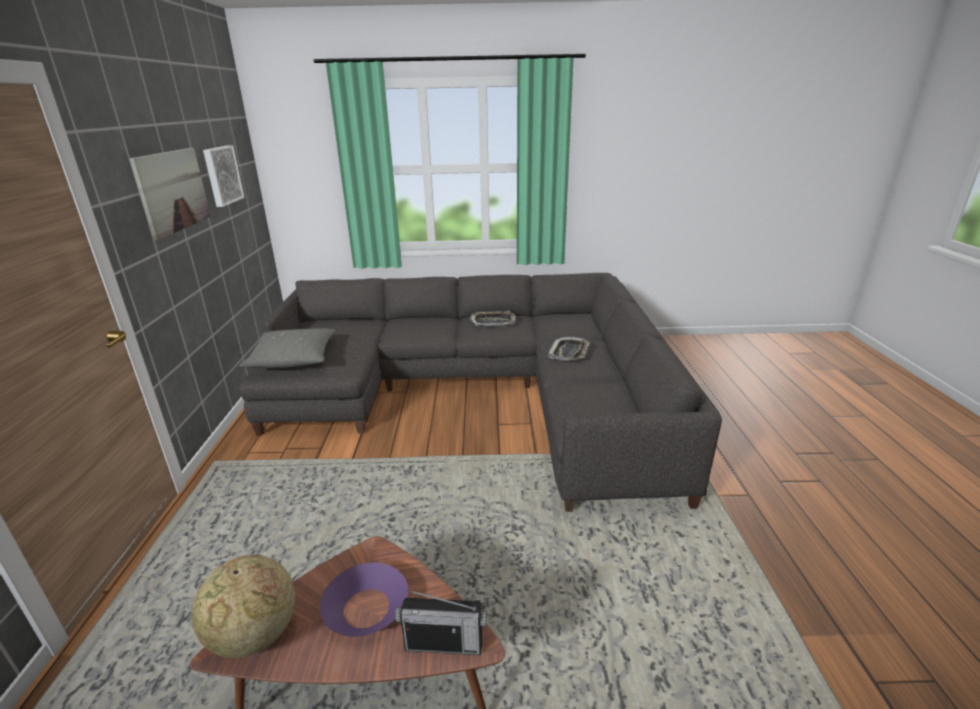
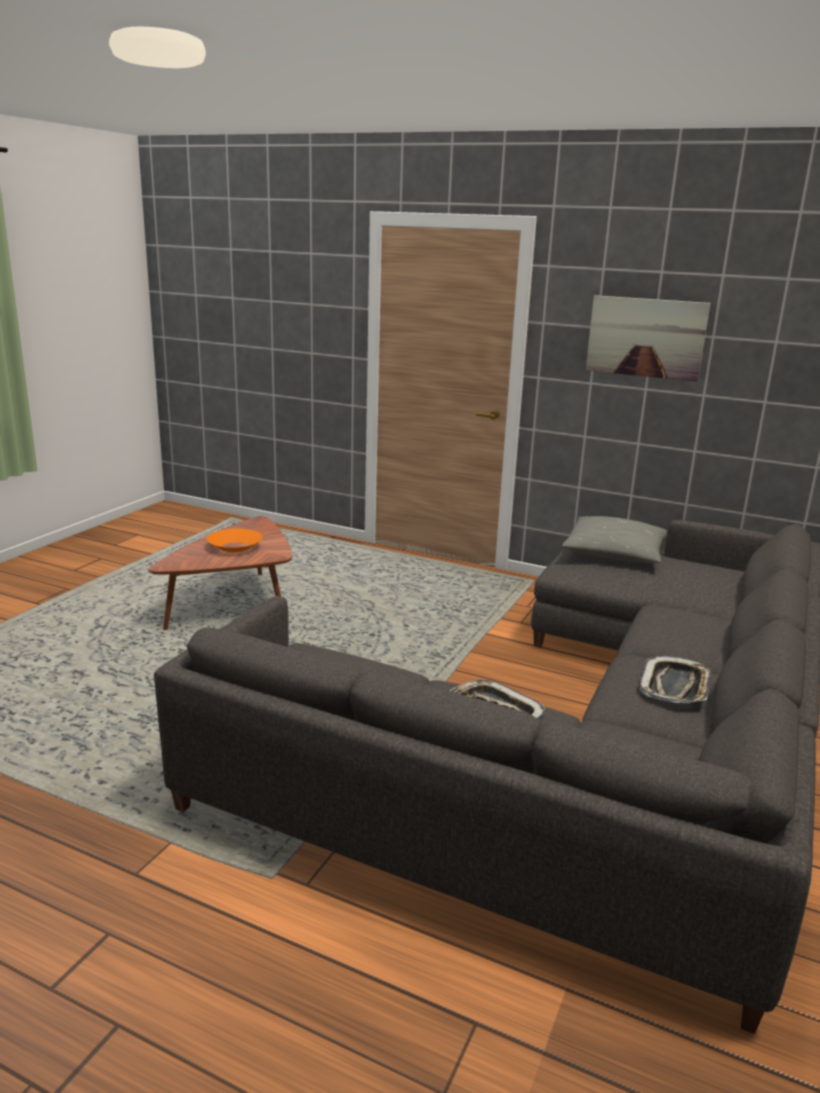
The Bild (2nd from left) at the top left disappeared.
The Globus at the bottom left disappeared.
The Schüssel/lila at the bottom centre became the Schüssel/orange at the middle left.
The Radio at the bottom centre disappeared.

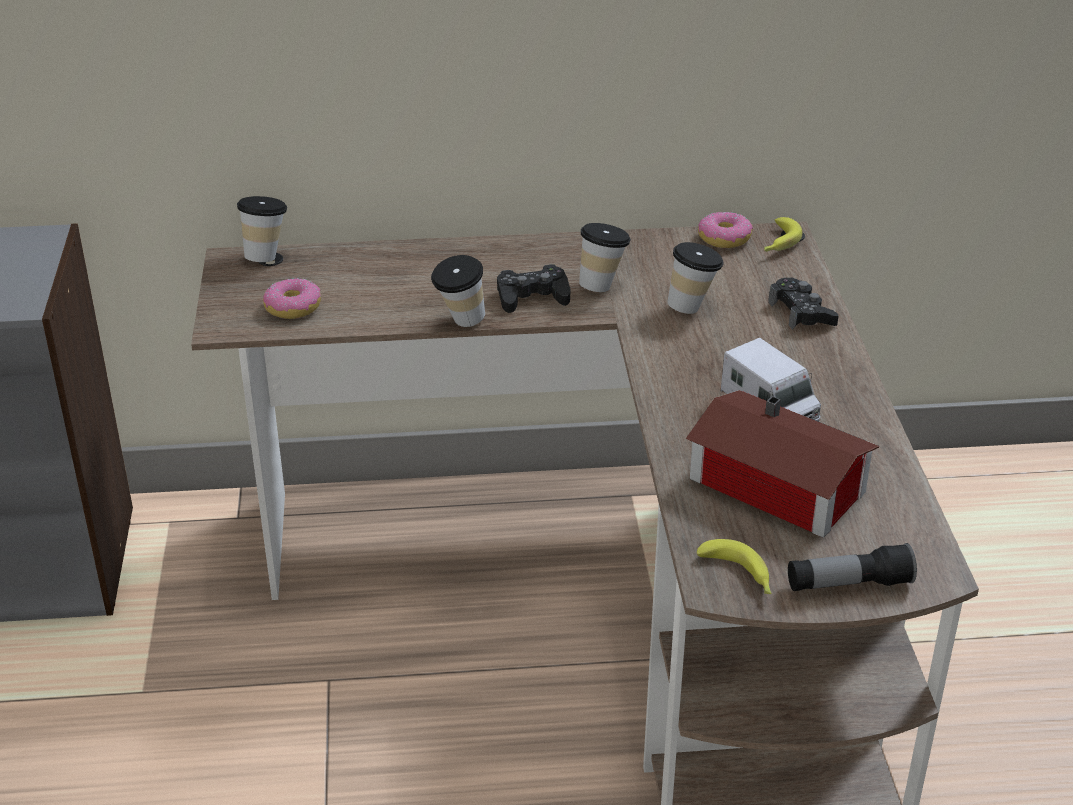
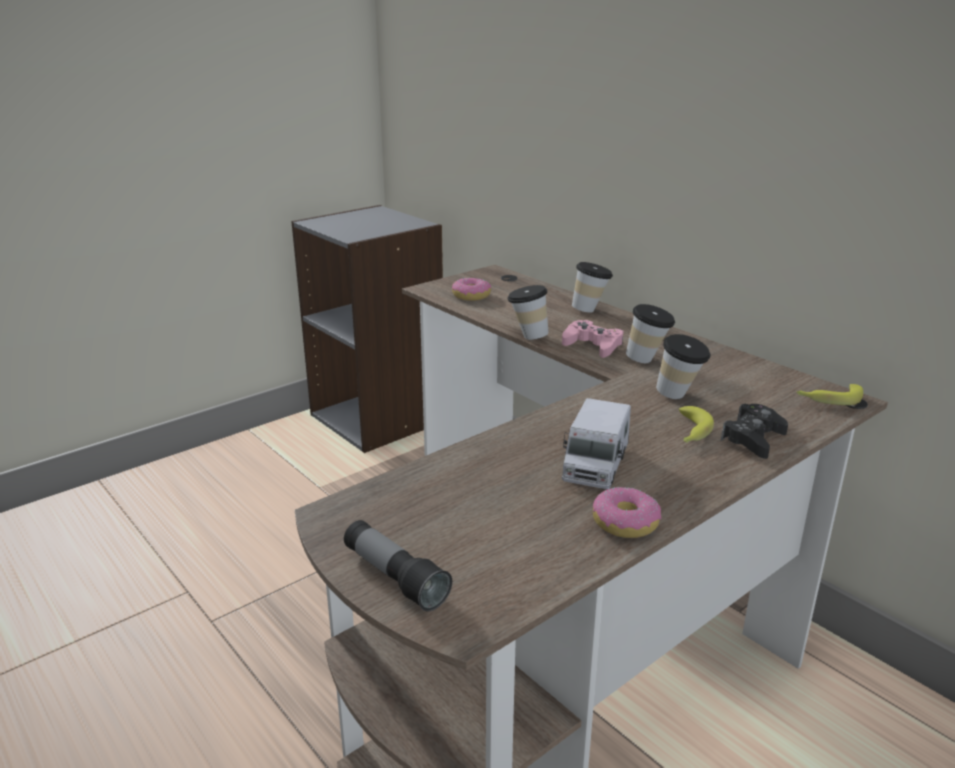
The Tasse (1st from left in the first image) moved from the top left to the centre.
The Donut (2nd from left) moved from the top right to the bottom centre.
The Gamepad/schwarz (1st from left) at the centre became the Gamepad/rosa at the centre.
The Spielzeughaus at the middle right disappeared.
The Banane (1st from left) moved from the bottom right to the middle right.

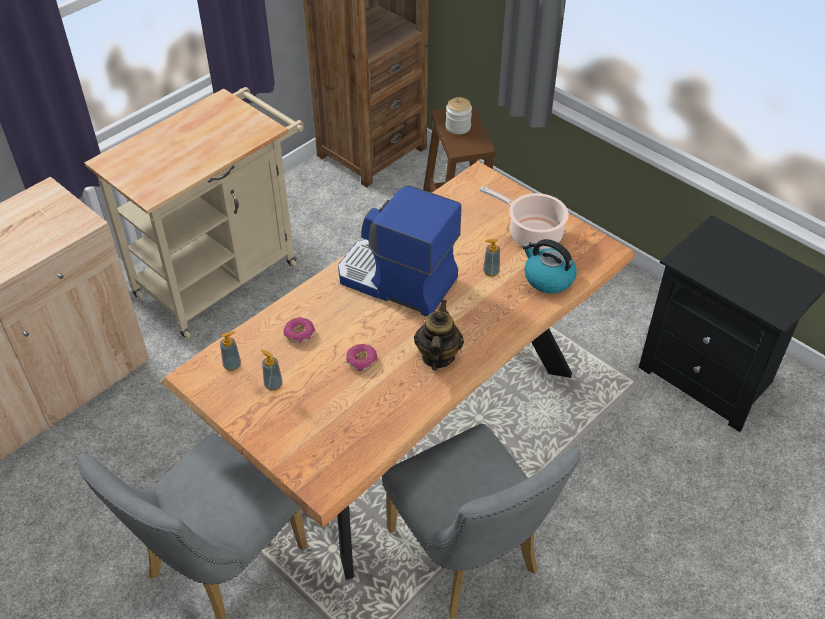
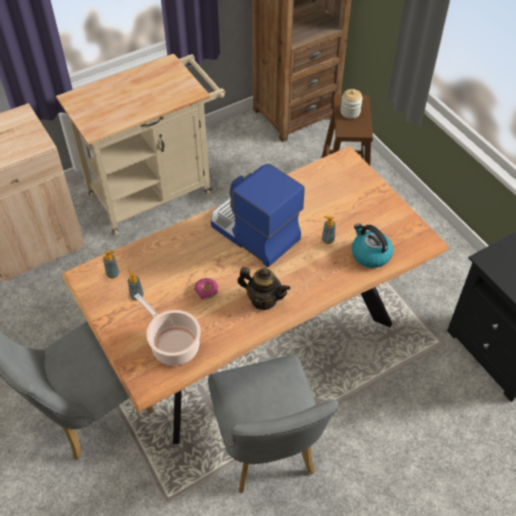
The Kochtopf moved from the centre to the middle left.
The Teekanne at the centre turned 90 degrees clockwise.
The Donut (1st from left) at the centre disappeared.

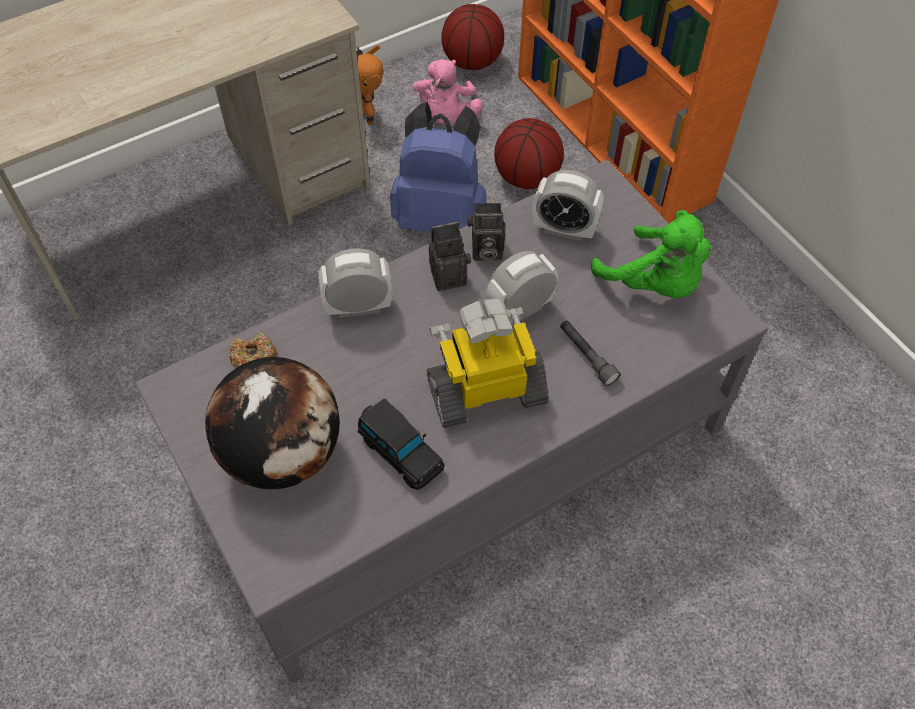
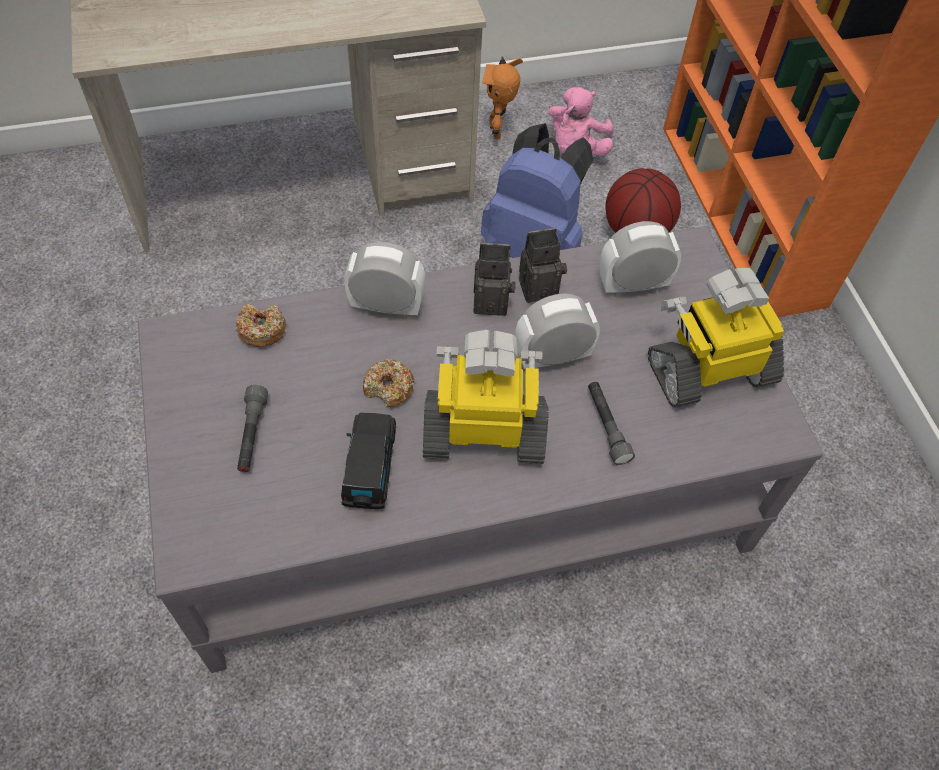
The Basketball (1st from left) at the top centre disappeared.
The Wecker (3rd from left) at the top centre turned 135 degrees clockwise.
The Kamera (2nd from left) at the top centre turned 150 degrees clockwise.
The Plüschtier/grün at the middle right was replaced by the Spielzeugroboter (3rd from left) at the middle right.
The Globus at the middle left was replaced by the Taschenlampe/grau (1st from left) at the middle left.
The Spielzeugauto/schwarz at the centre turned 150 degrees counterclockwise.
The Donut (2nd from left) at the centre appeared.

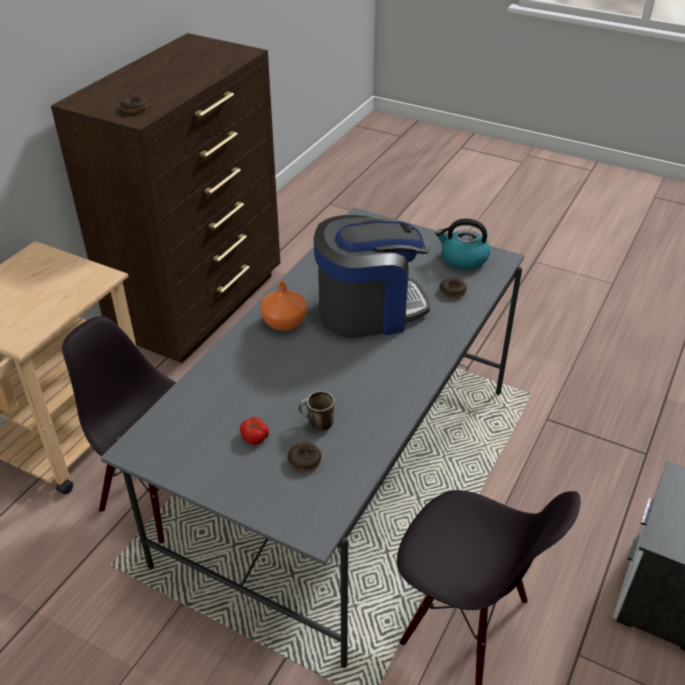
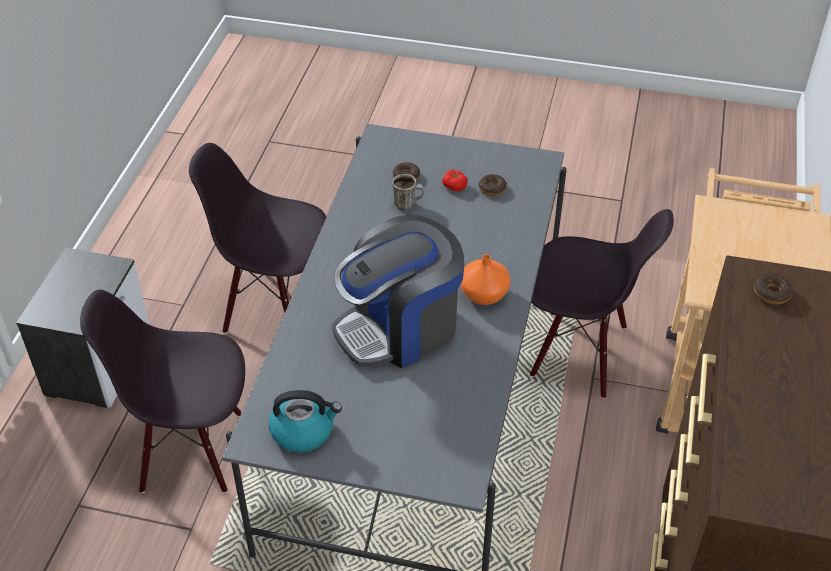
The Donut (3rd from left in the first image) moved from the centre to the top centre.
The Stuhl/schwarz (1st from left) at the bottom left appeared.

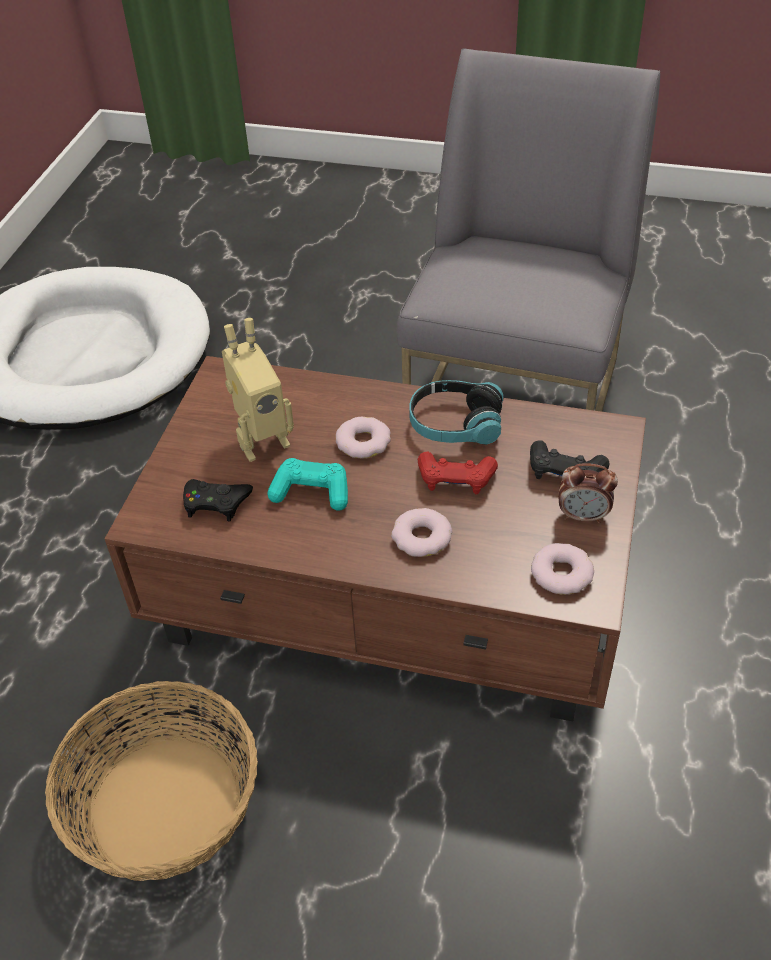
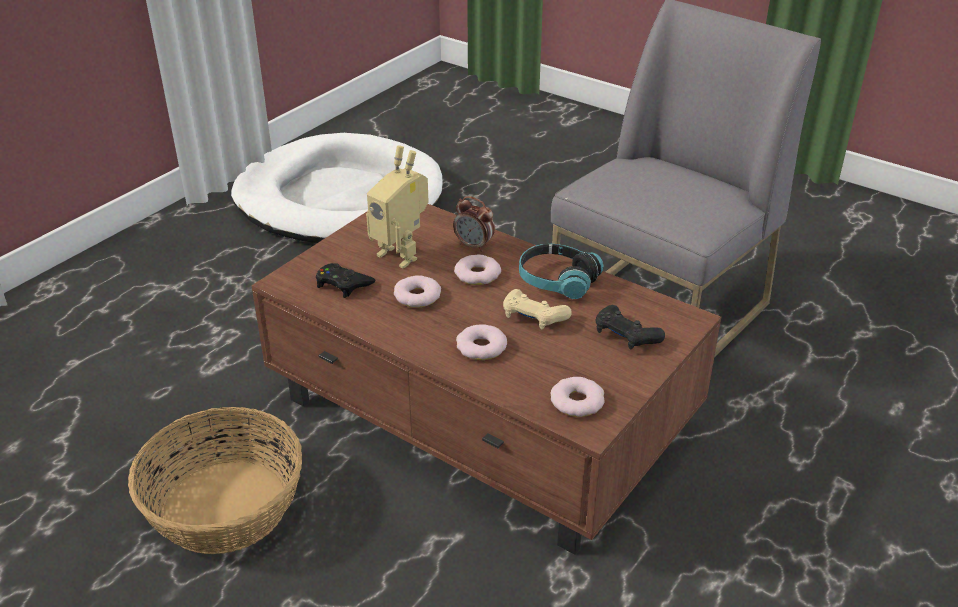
The Spielzeugroboter at the centre turned 45 degrees clockwise.
The Gamepad/rot at the centre became the Gamepad/beige at the centre.
The Gamepad/türkis at the centre was replaced by the Donut (1st from left) at the centre.
The Wecker moved from the middle right to the centre.

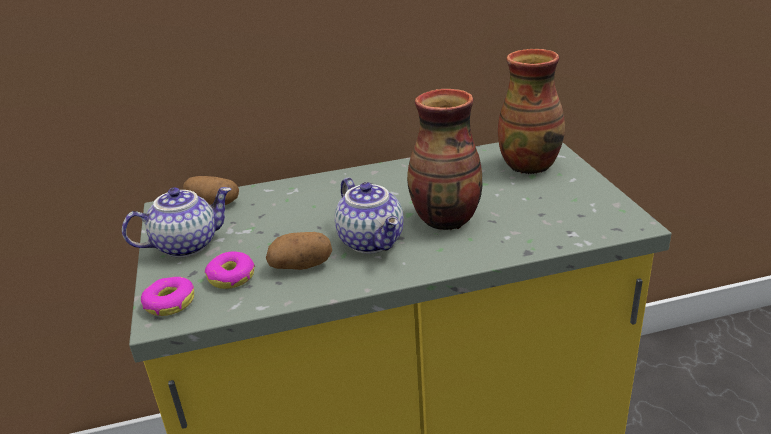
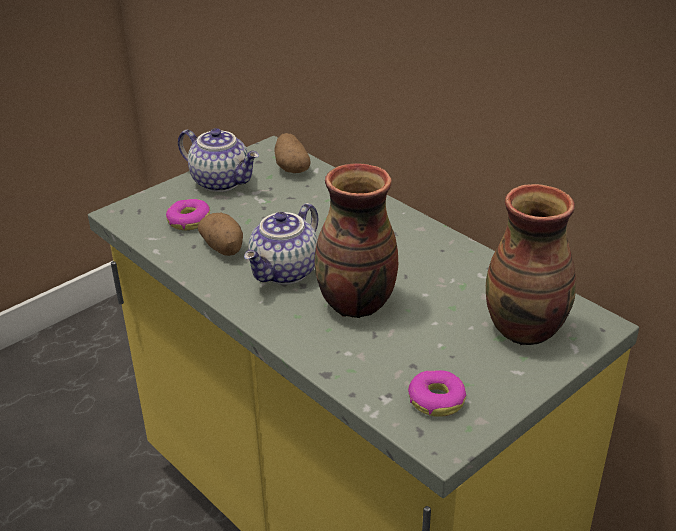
The Donut (1st from left in the first image) moved from the bottom left to the bottom centre.

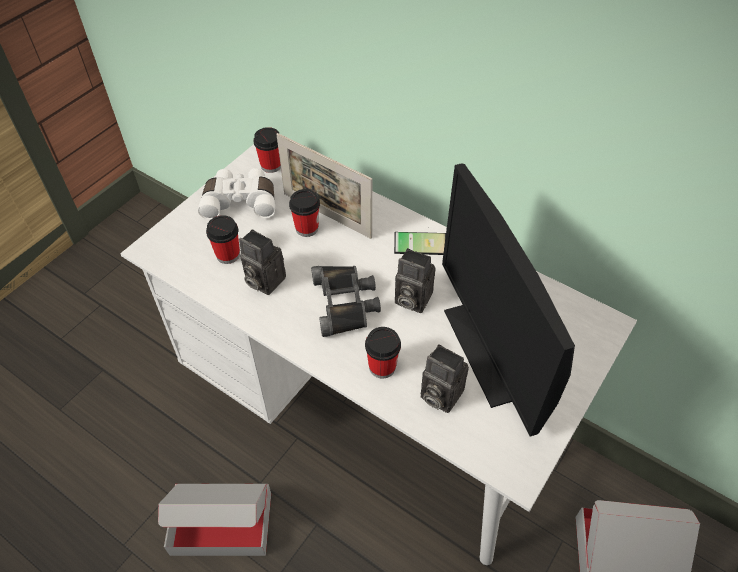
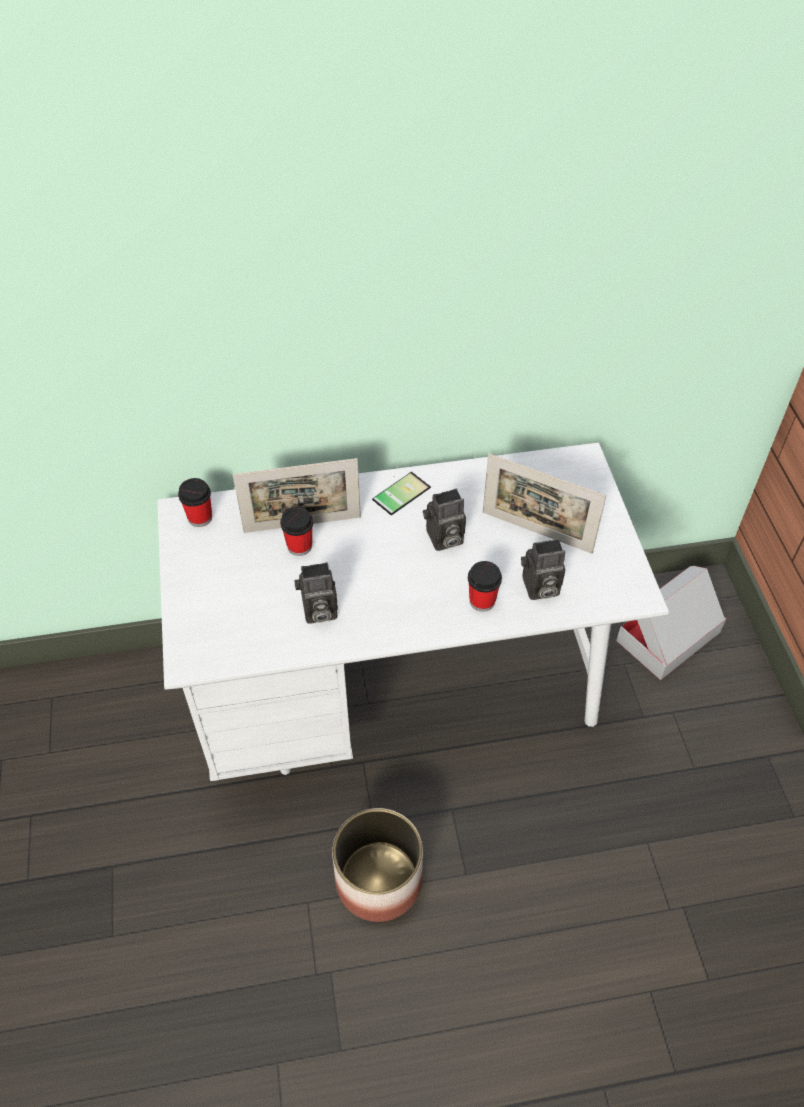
The Monitor at the middle right was replaced by the Bilderrahmen (2nd from left) at the middle right.
The Fernglas/weiß at the middle left disappeared.
The Tasse (1st from left) at the middle left disappeared.
The Fernglas/schwarz at the centre disappeared.
The Karton (1st from left) at the bottom left was replaced by the Pflanzkübel at the bottom centre.

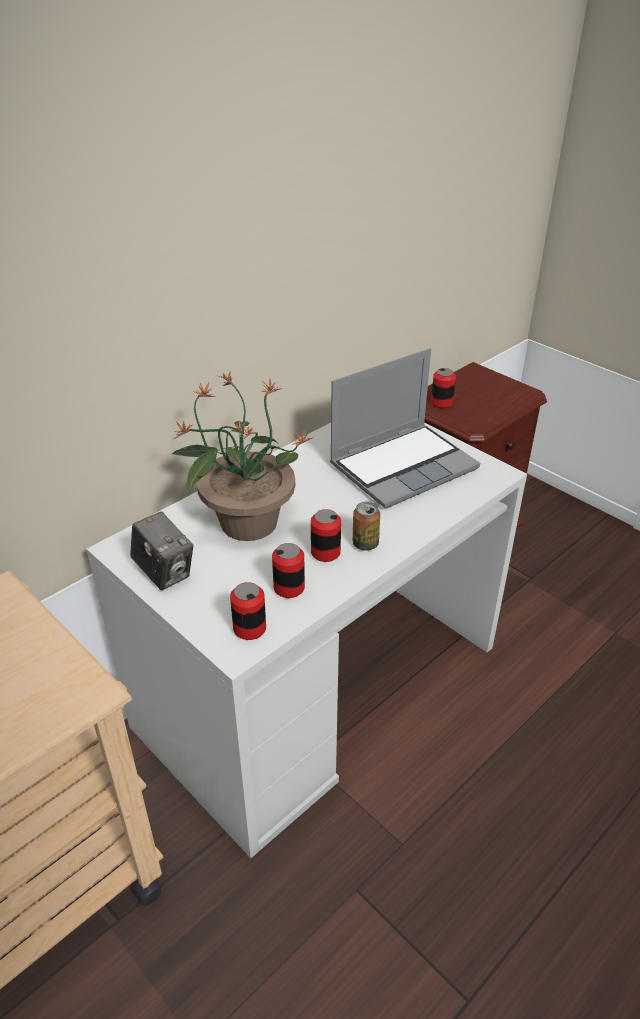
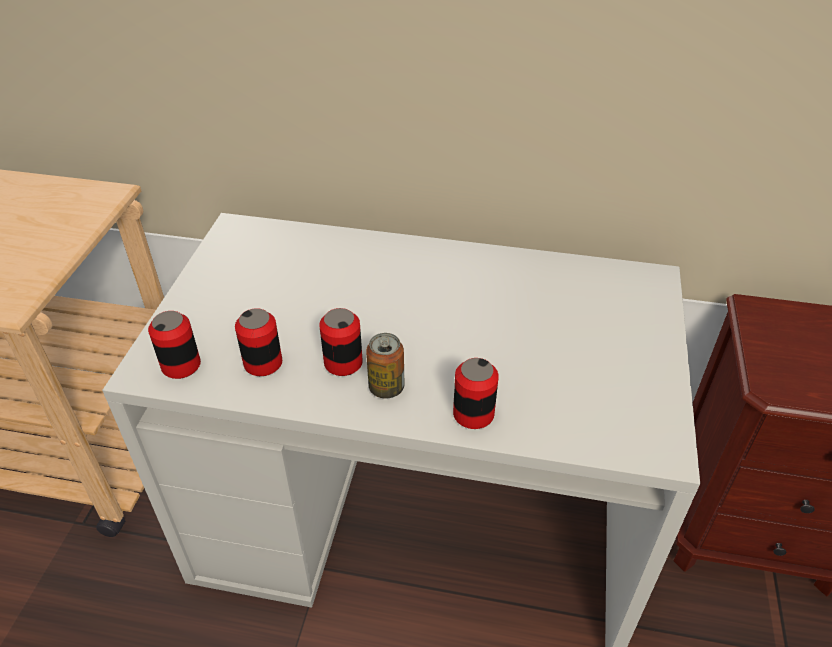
The Laptop at the centre disappeared.
The Dose (5th from left) moved from the middle right to the centre.
The Topfpflanze at the centre disappeared.
The Kamera at the middle left disappeared.

